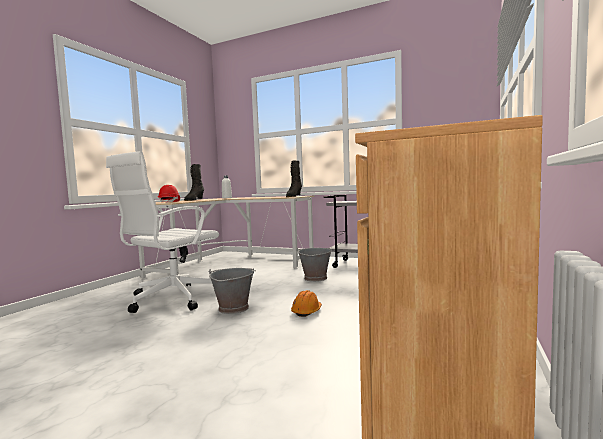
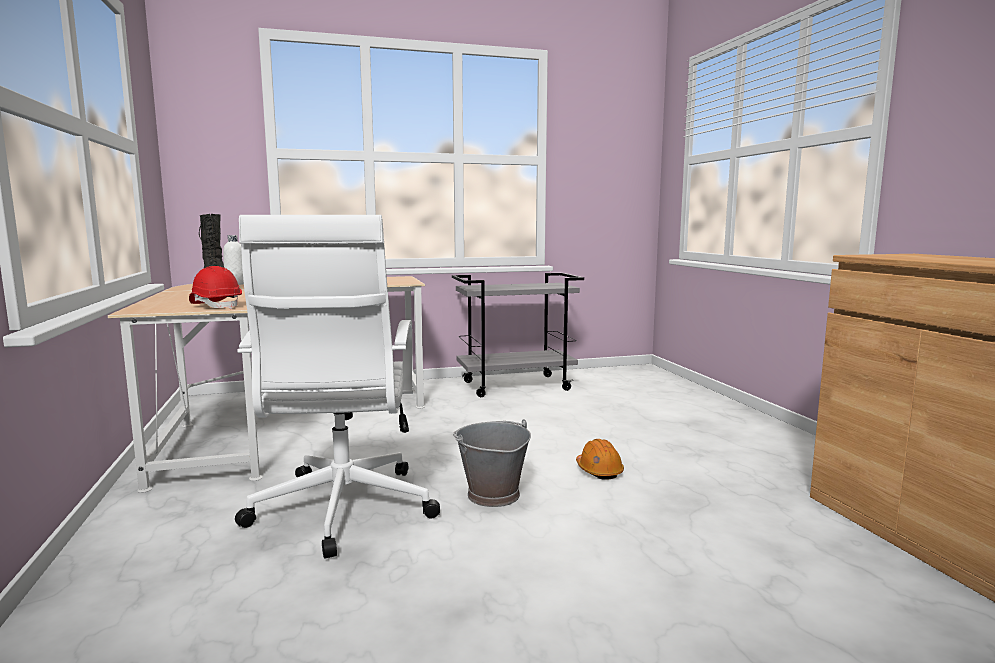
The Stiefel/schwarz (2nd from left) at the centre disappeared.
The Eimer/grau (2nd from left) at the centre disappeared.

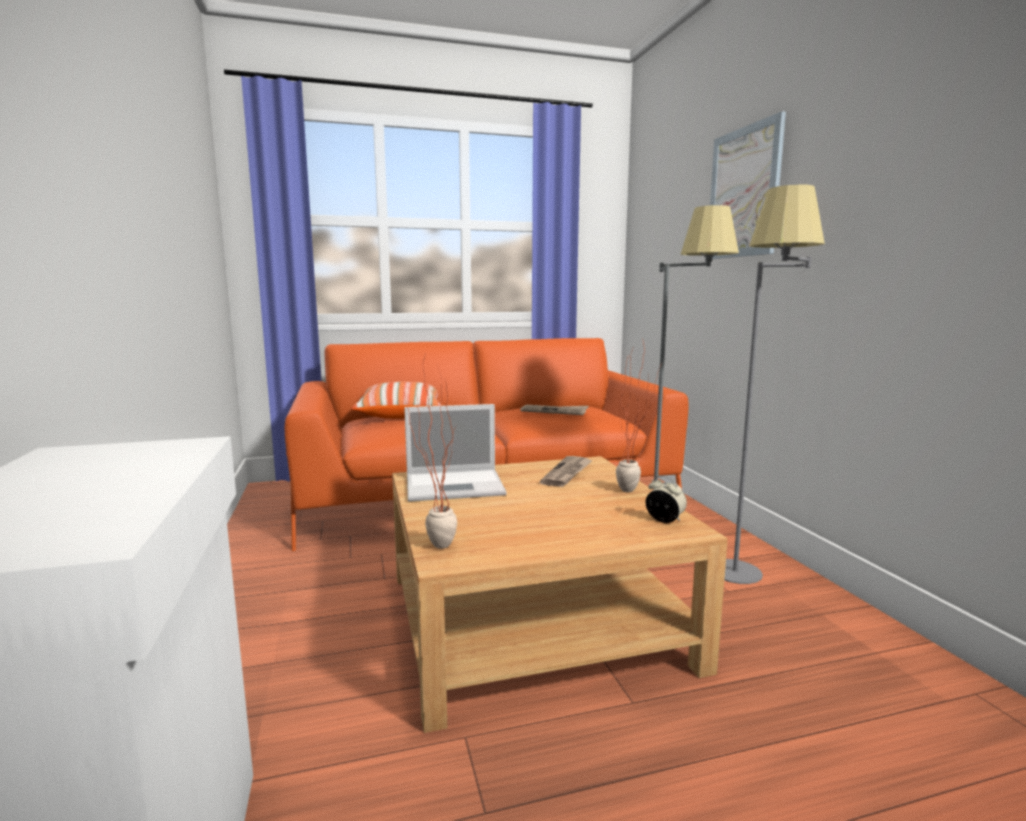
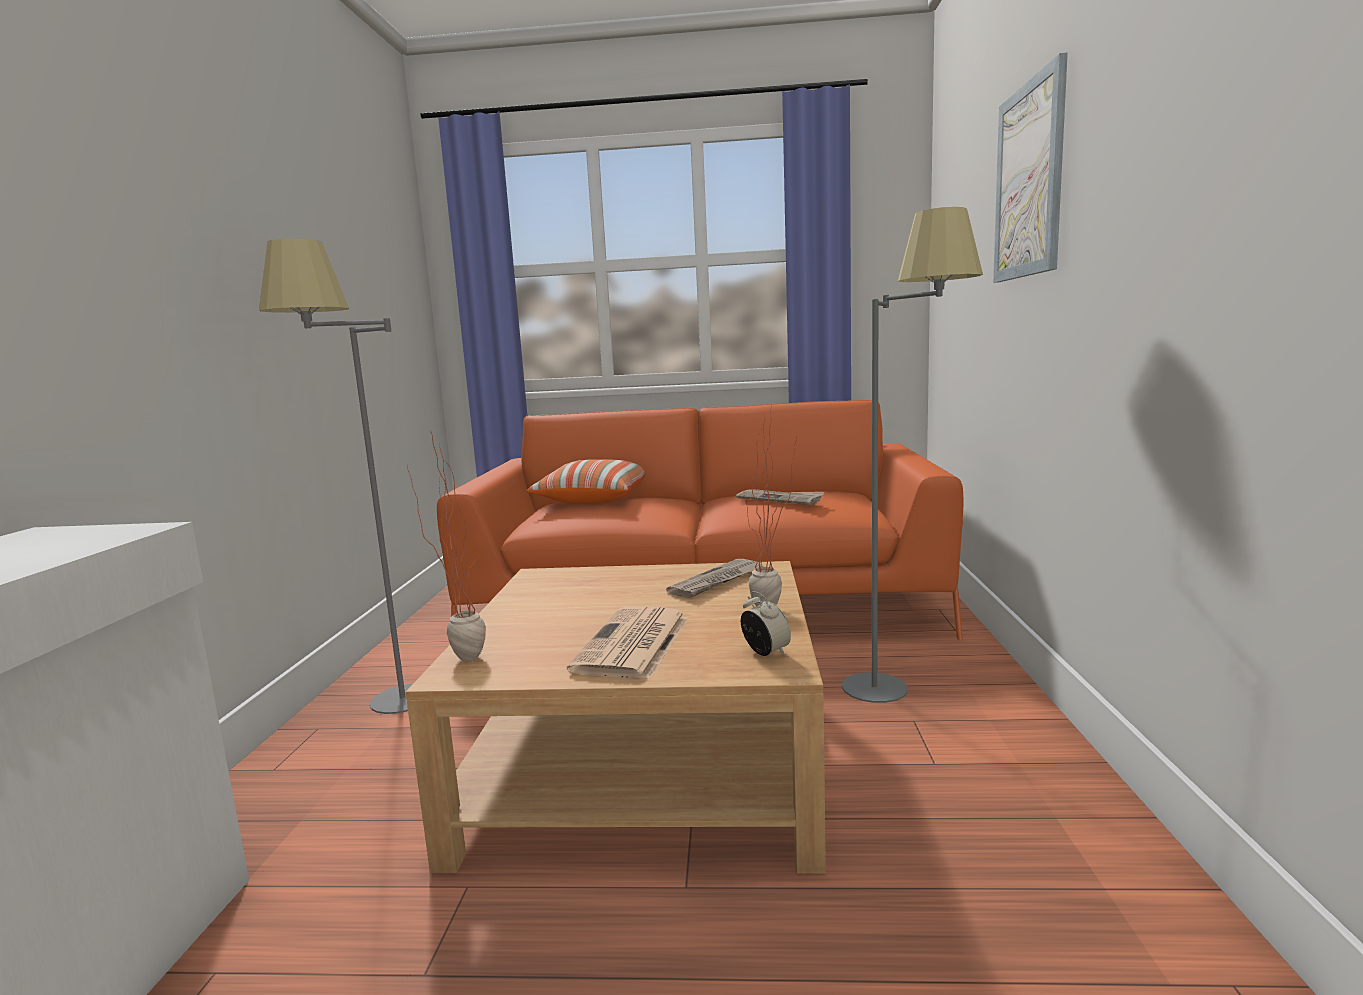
The Stehlampe/grau (2nd from left in the first image) moved from the middle right to the middle left.
The Laptop at the centre disappeared.
The Zeitung (1st from left) at the centre appeared.

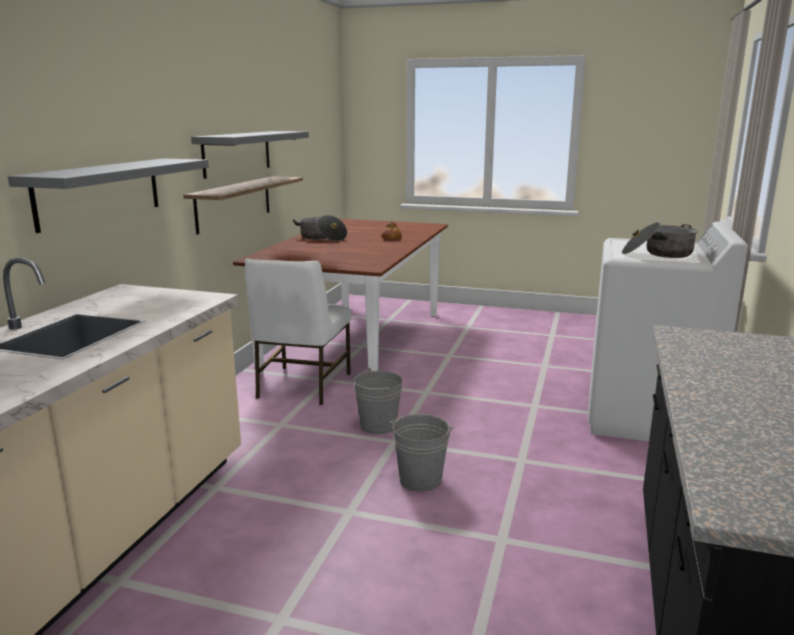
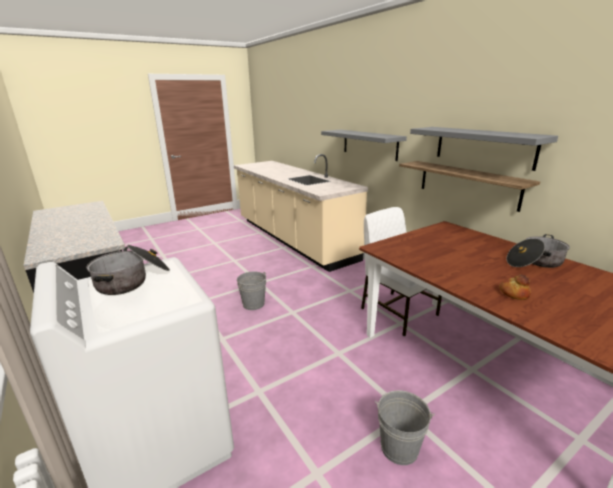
The Eimer/grau (1st from left in the first image) moved from the centre to the bottom centre.

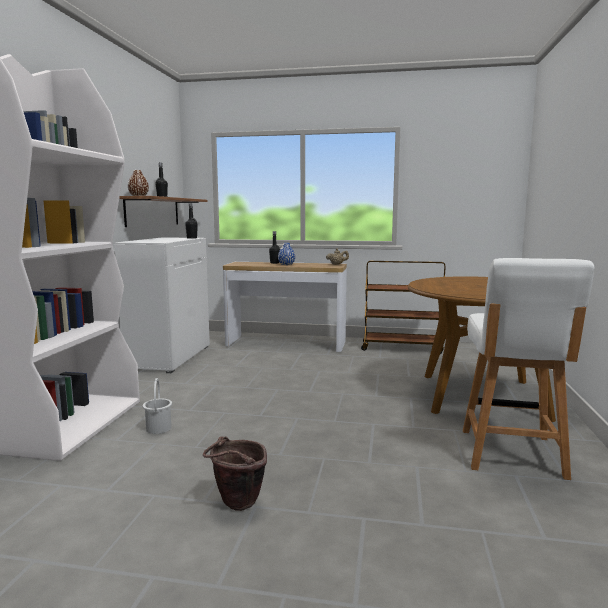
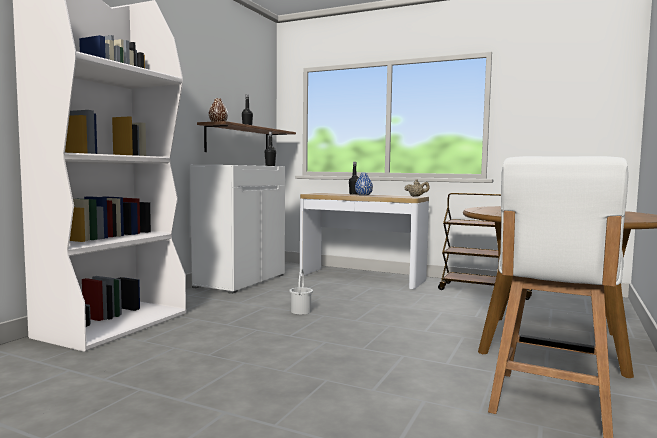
The Eimer/weiß moved from the bottom left to the bottom centre.
The Eimer/braun at the bottom centre disappeared.

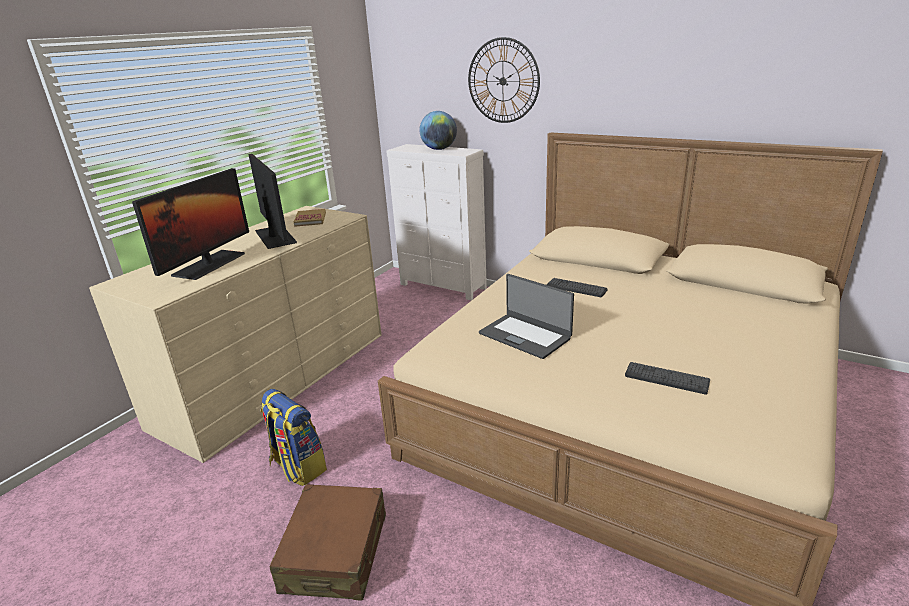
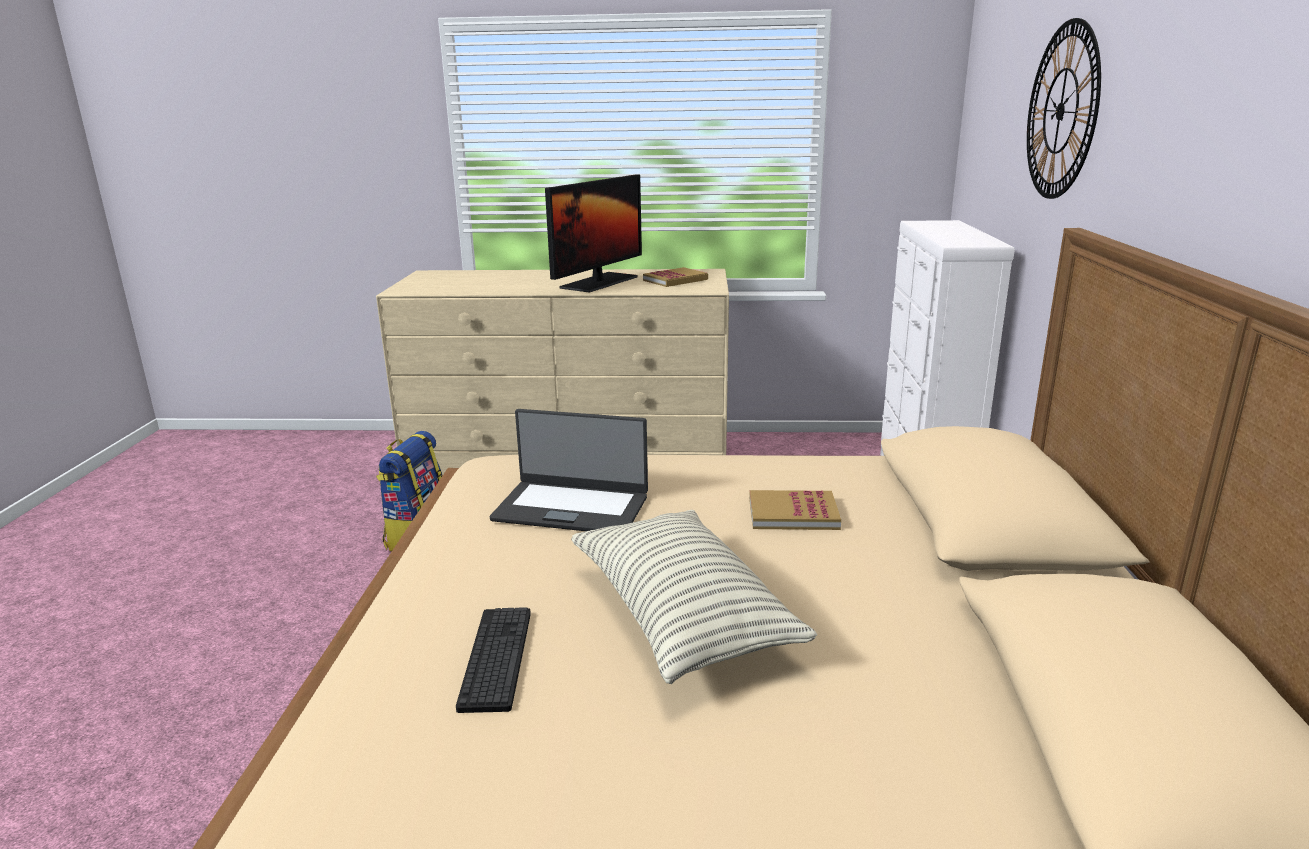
The Globus at the top centre disappeared.
The Monitor (1st from left) at the middle left disappeared.
The Laptop at the centre turned 90 degrees counterclockwise.
The Tastatur (1st from left) at the centre was replaced by the Buch (2nd from left) at the centre.
The Koffer/braun at the bottom centre disappeared.
The Kissen at the bottom centre appeared.

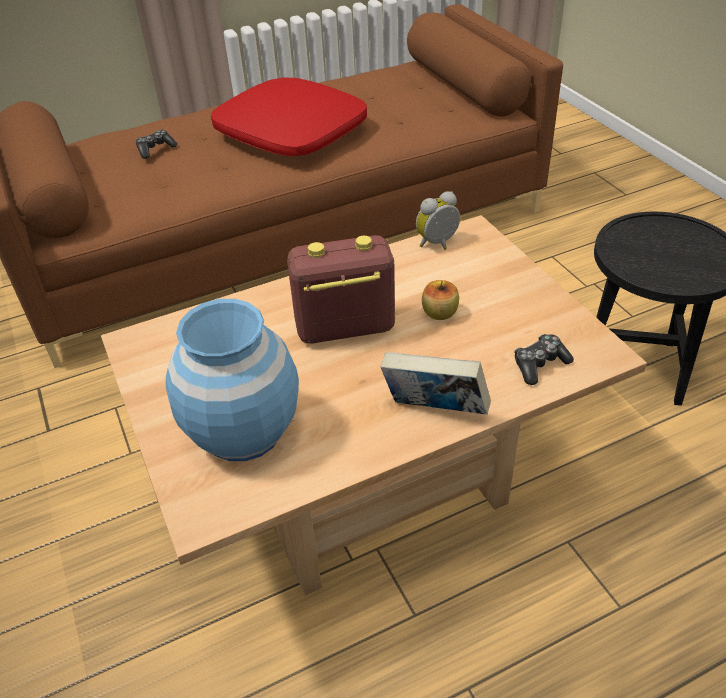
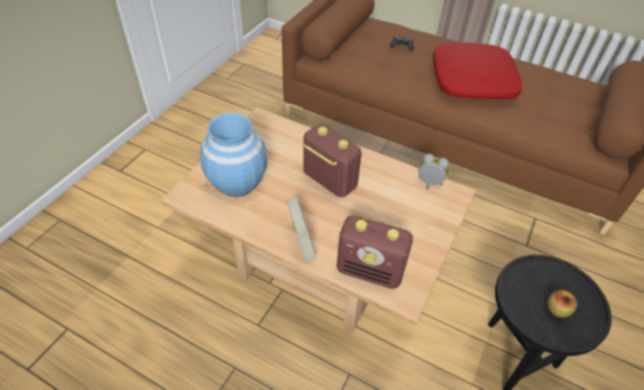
The Apfel moved from the centre to the bottom right.
The Gamepad (2nd from left) at the middle right was replaced by the Radio (2nd from left) at the centre.

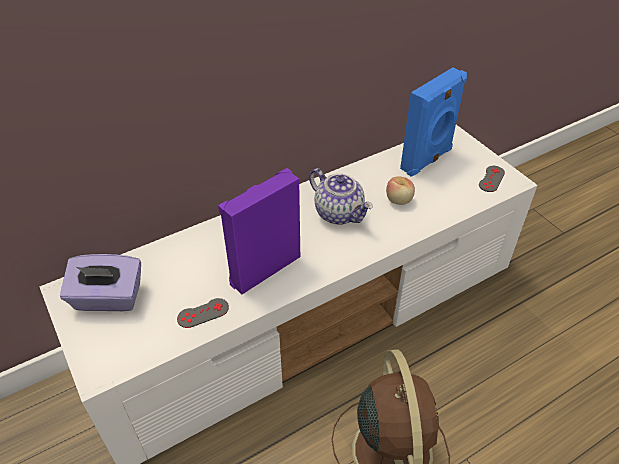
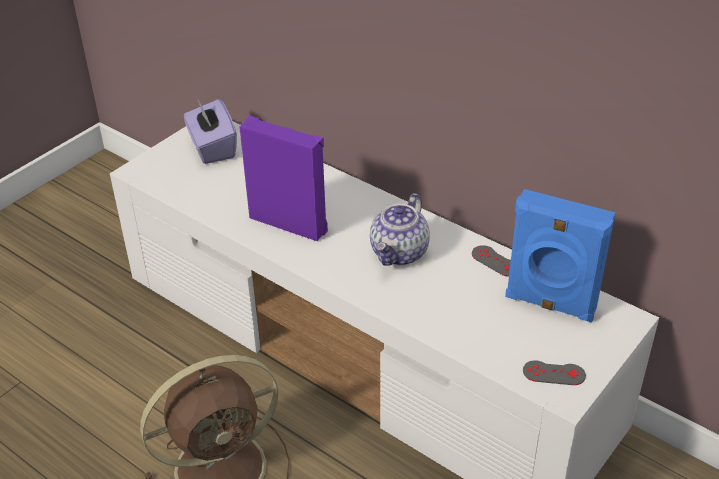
The Apfel at the centre disappeared.
The Gamepad/grau (1st from left) moved from the bottom left to the middle right.

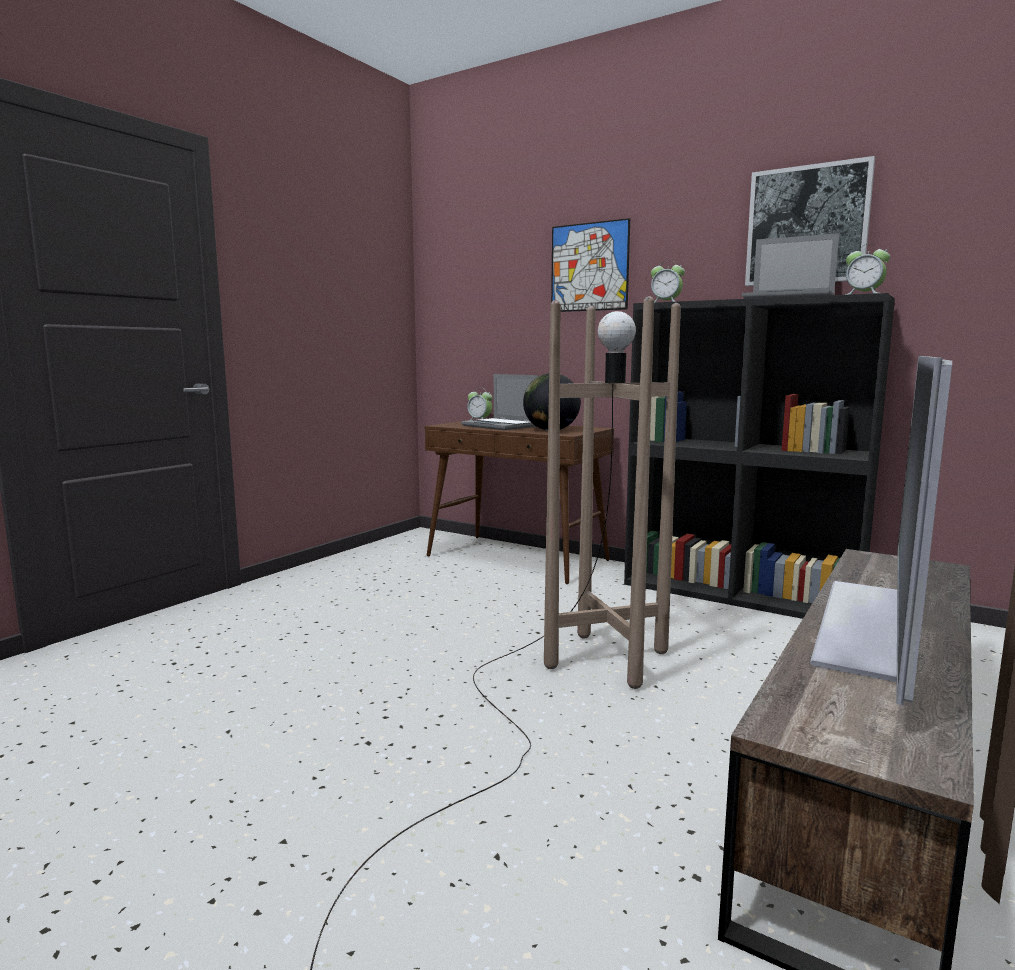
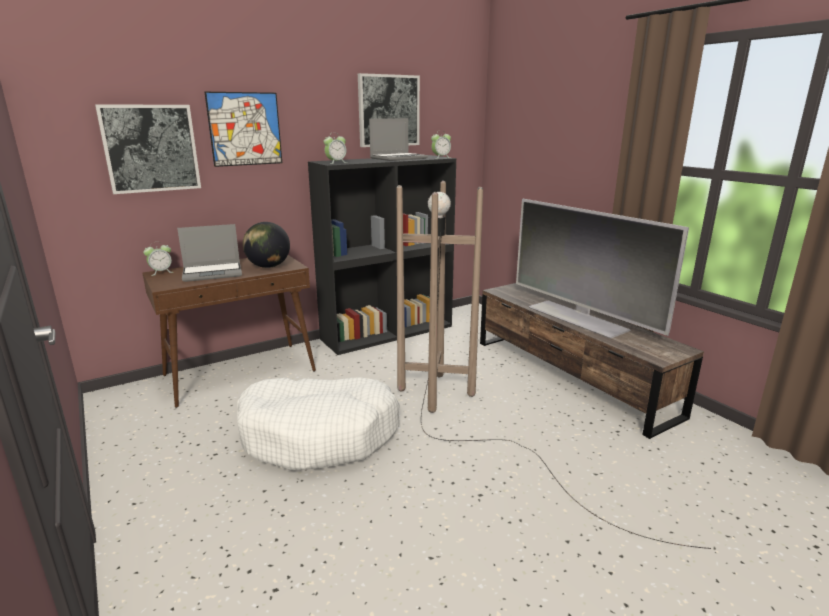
The Bild (1st from left) at the top left appeared.
The Hundebett/weiß at the bottom centre appeared.

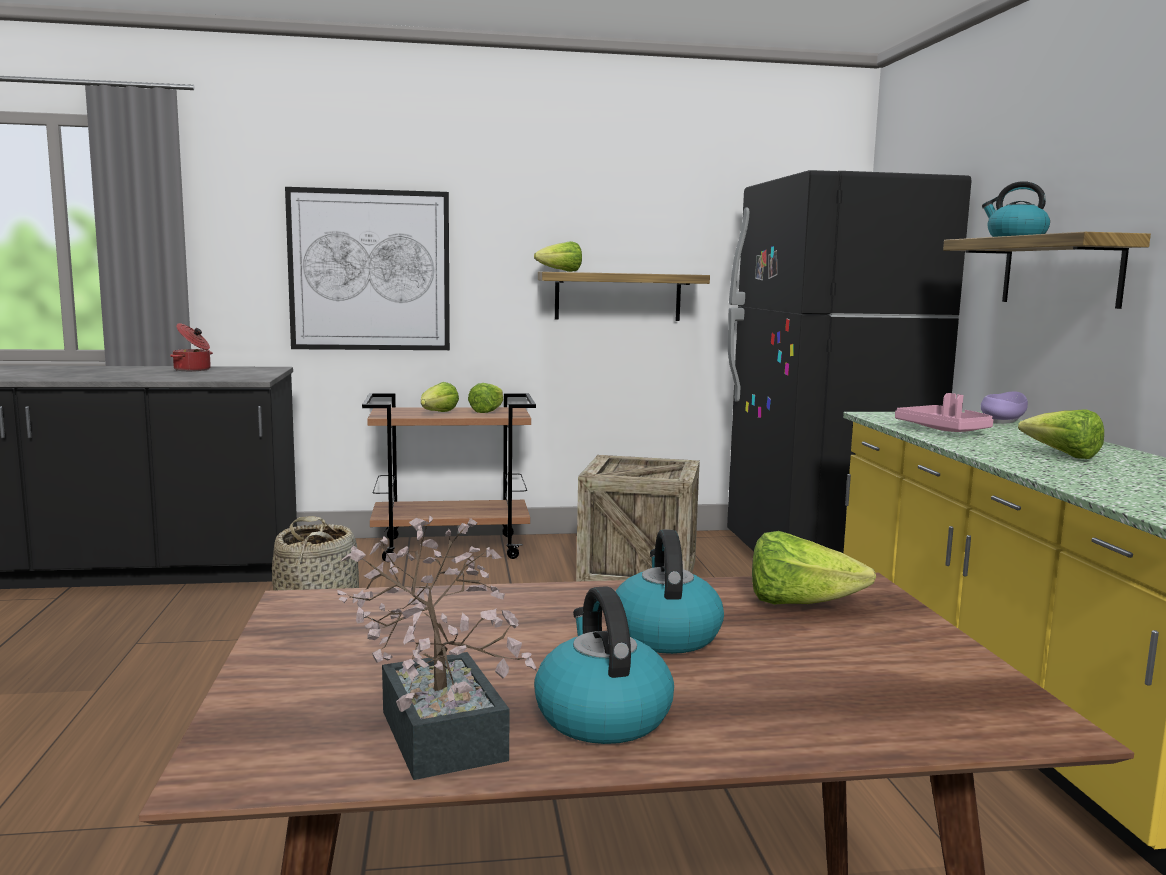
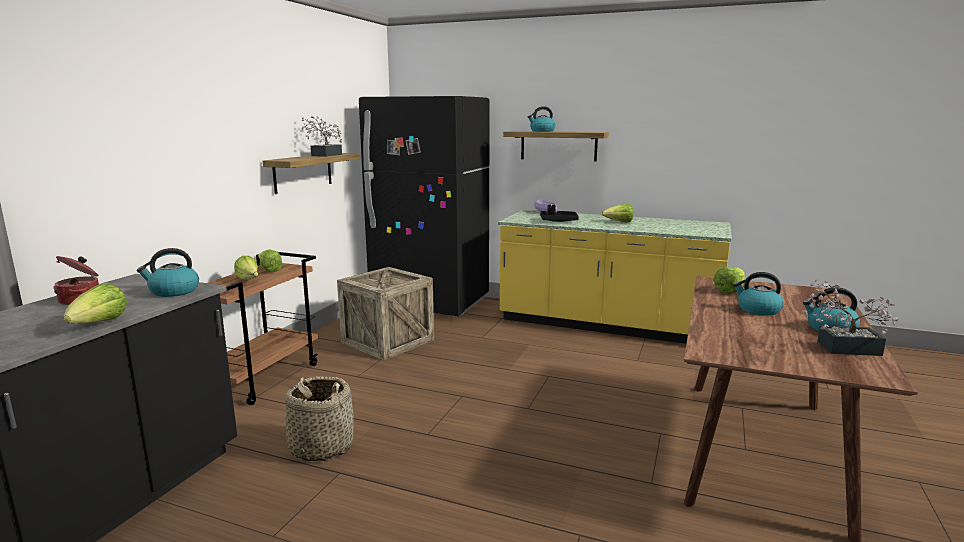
The Bild at the top left disappeared.
The Salatkopf (3rd from left in the first image) moved from the top centre to the middle left.
The Tablett/rosa at the middle right became the Tablett/schwarz at the centre.
The Topfpflanze (1st from left) at the top left appeared.
The Wasserkessel (1st from left) at the middle left appeared.

